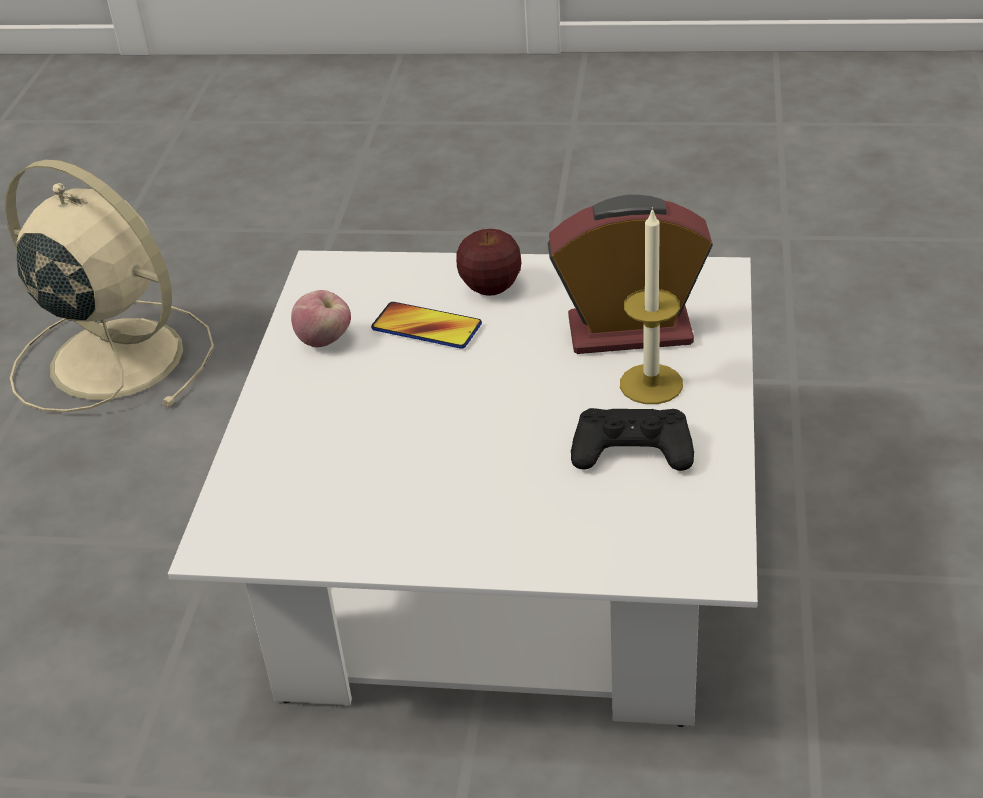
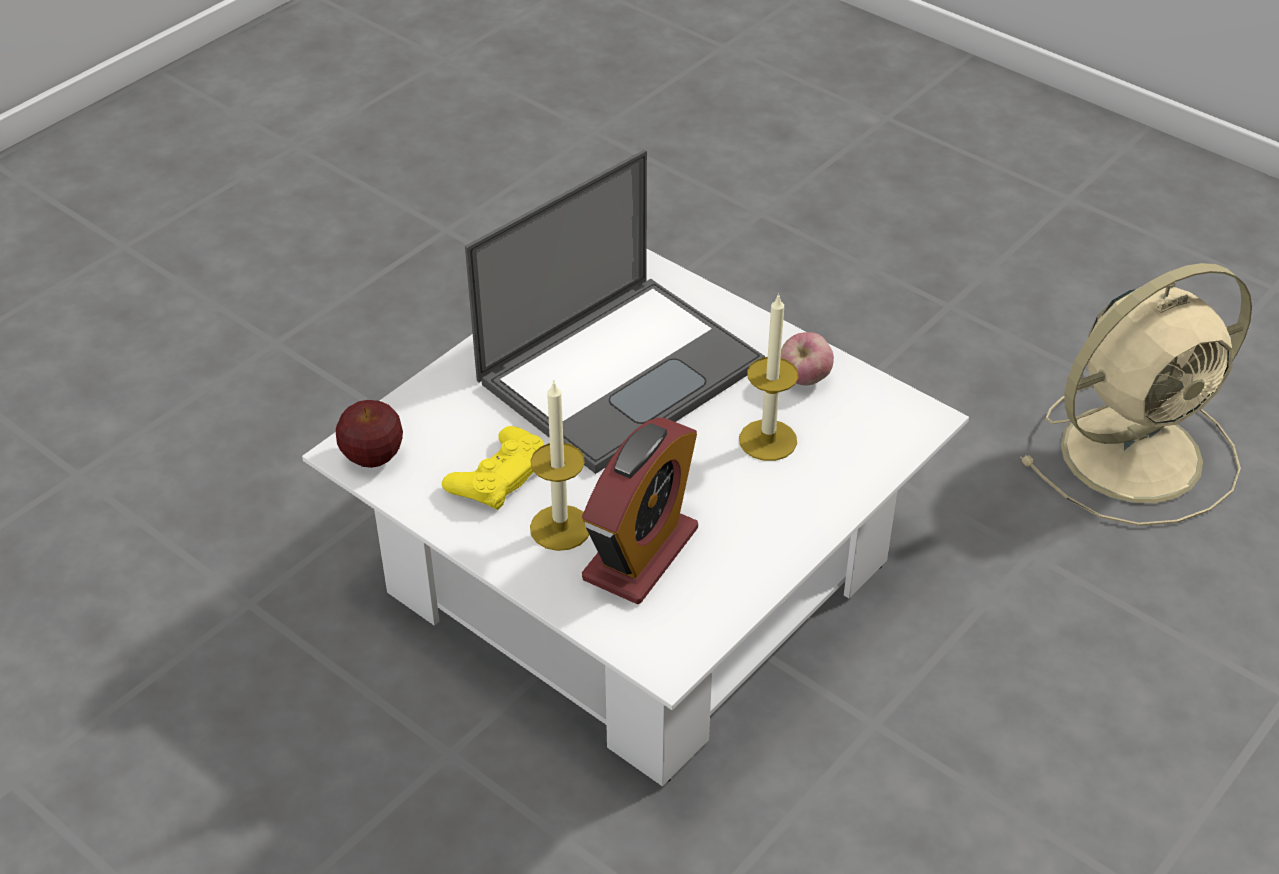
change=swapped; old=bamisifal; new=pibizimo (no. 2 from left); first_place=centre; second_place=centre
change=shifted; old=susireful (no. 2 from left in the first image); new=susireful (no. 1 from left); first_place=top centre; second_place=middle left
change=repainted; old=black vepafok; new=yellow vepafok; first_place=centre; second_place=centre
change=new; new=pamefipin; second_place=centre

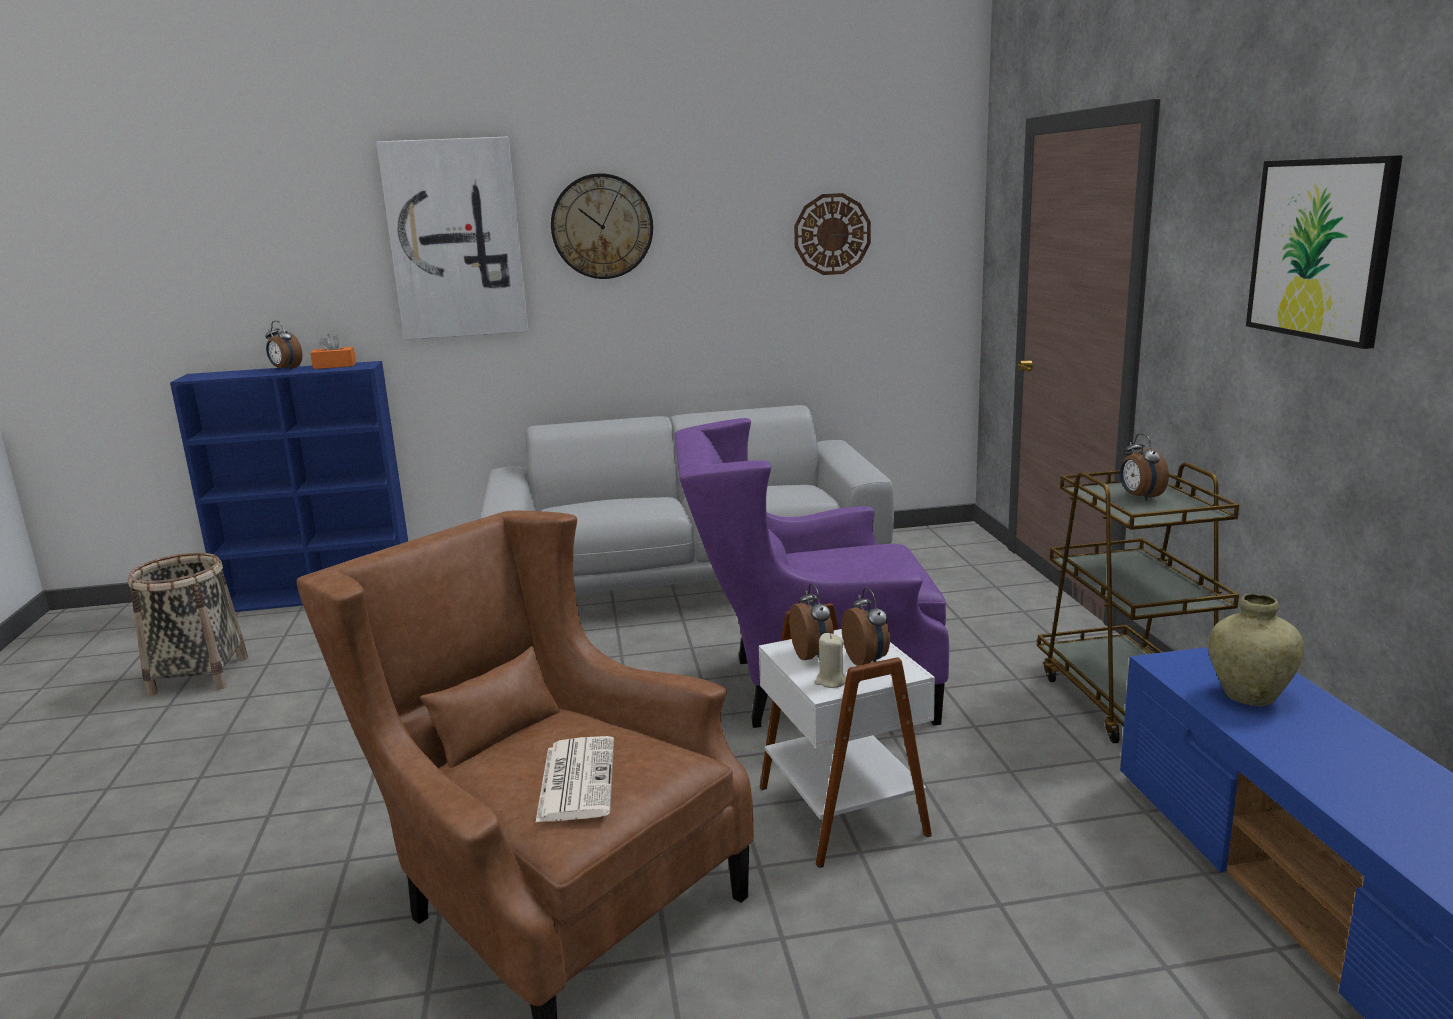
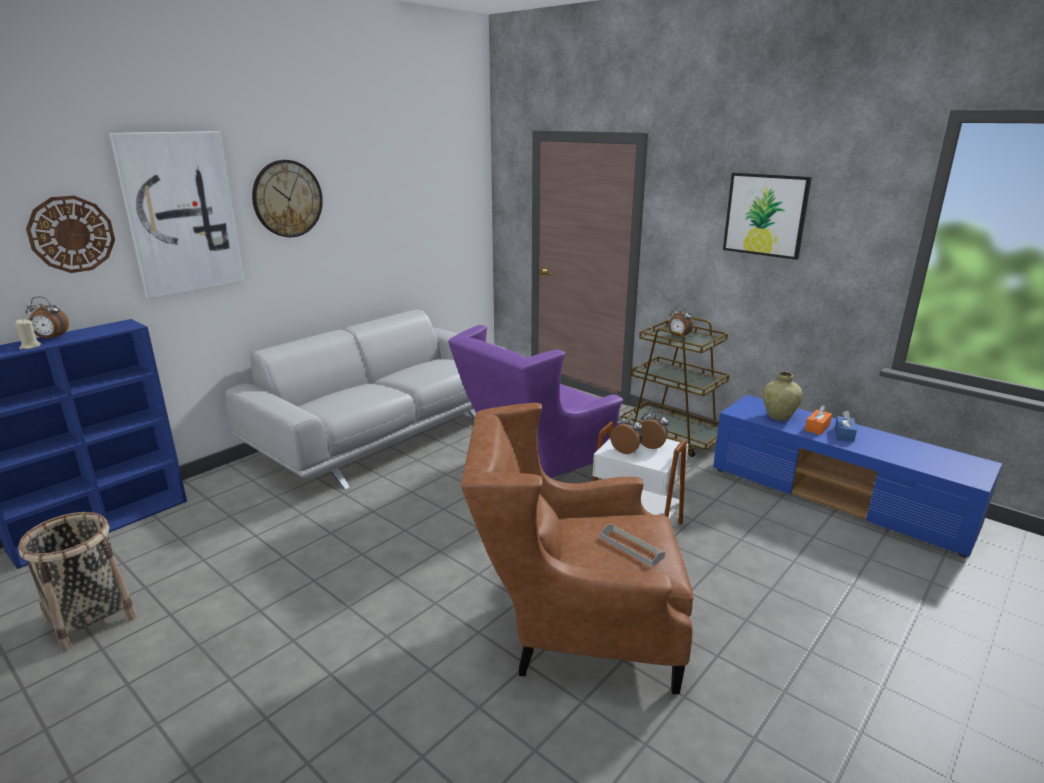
change=shifted; old=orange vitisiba; first_place=middle left; second_place=middle right
change=swapped; old=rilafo; new=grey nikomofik; first_place=bottom centre; second_place=bottom centre
change=shifted; old=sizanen (no. 2 from left in the first image); new=sizanen (no. 1 from left); first_place=top centre; second_place=top left
change=shifted; old=beige pibizimo; first_place=centre; second_place=middle left
change=new; new=blue vitisiba; second_place=middle right

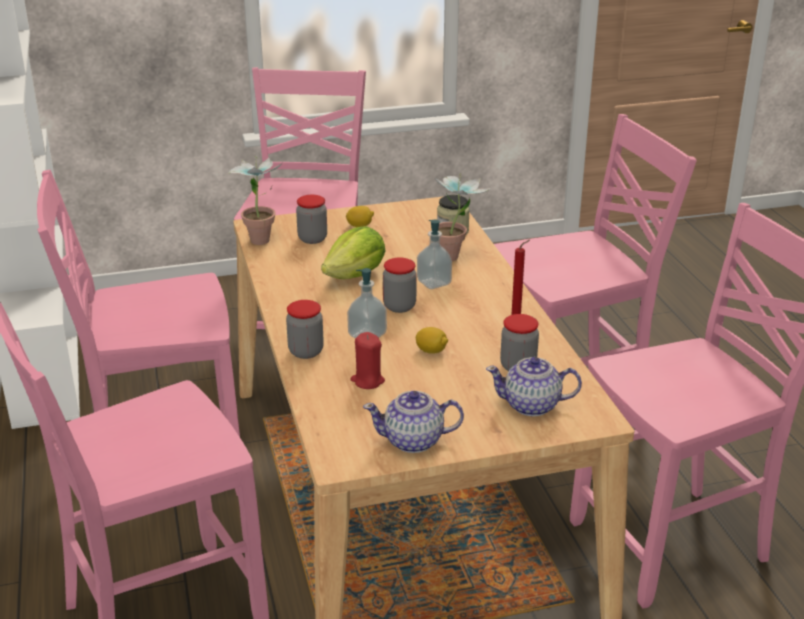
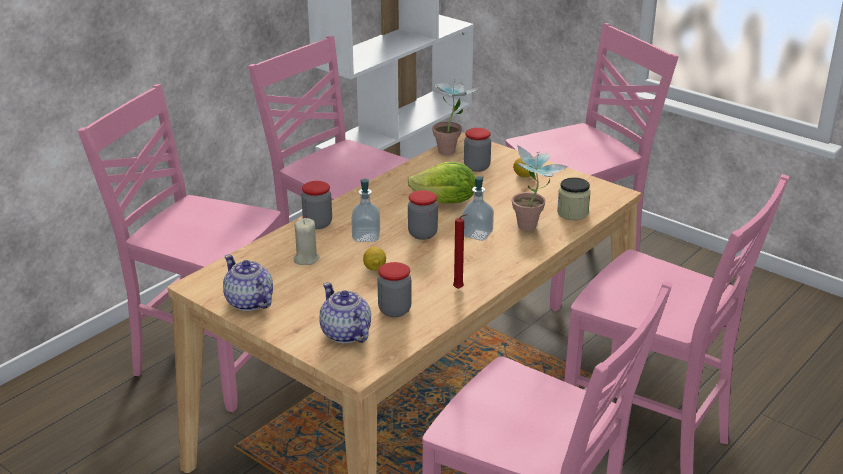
change=repainted; old=red pibizimo (no. 1 from left); new=beige pibizimo; first_place=centre; second_place=centre

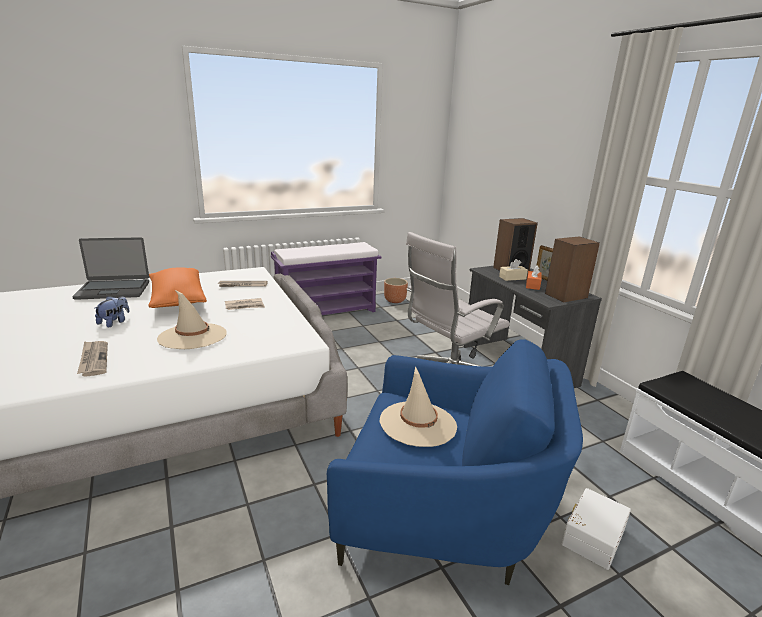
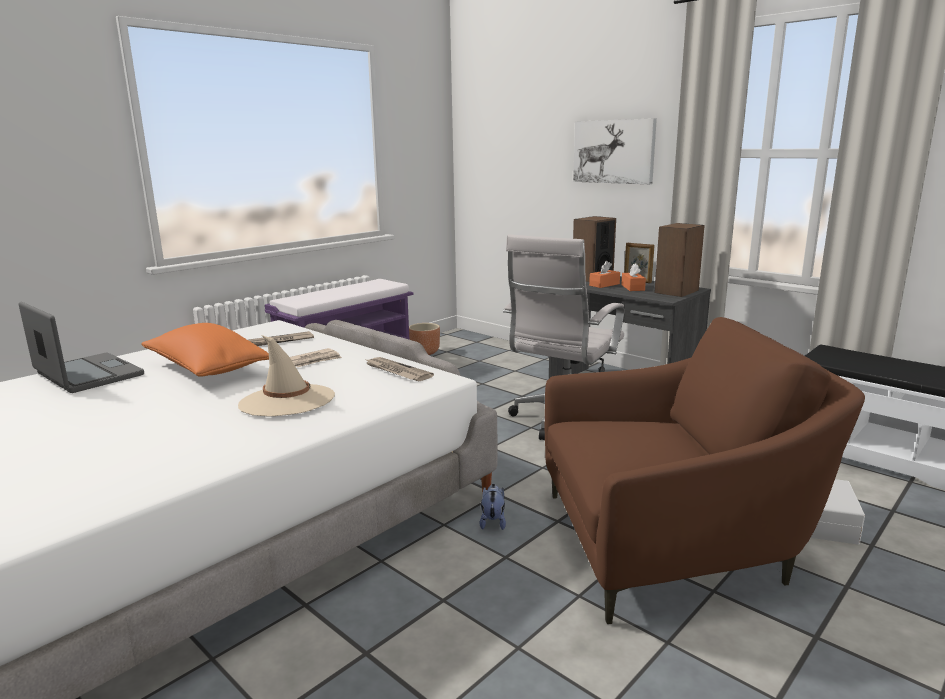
change=rotated; old=pamefipin; first_place=middle left; second_place=middle left; degrees=-105
change=shifted; old=rilafo (no. 1 from left in the first image); new=rilafo (no. 3 from left); first_place=middle left; second_place=centre
change=shifted; old=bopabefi; first_place=middle left; second_place=bottom centre
change=repainted; old=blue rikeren; new=brown rikeren; first_place=bottom centre; second_place=bottom right
change=gone; old=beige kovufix (no. 2 from left); first_place=centre
change=repainted; old=beige vitisiba; new=orange vitisiba (no. 1 from left); first_place=middle right; second_place=centre
change=new; new=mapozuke; second_place=top centre

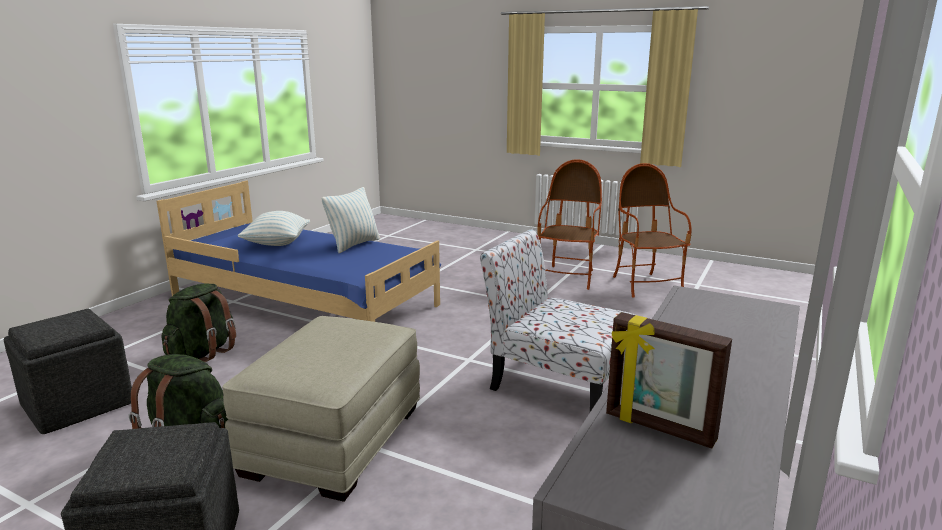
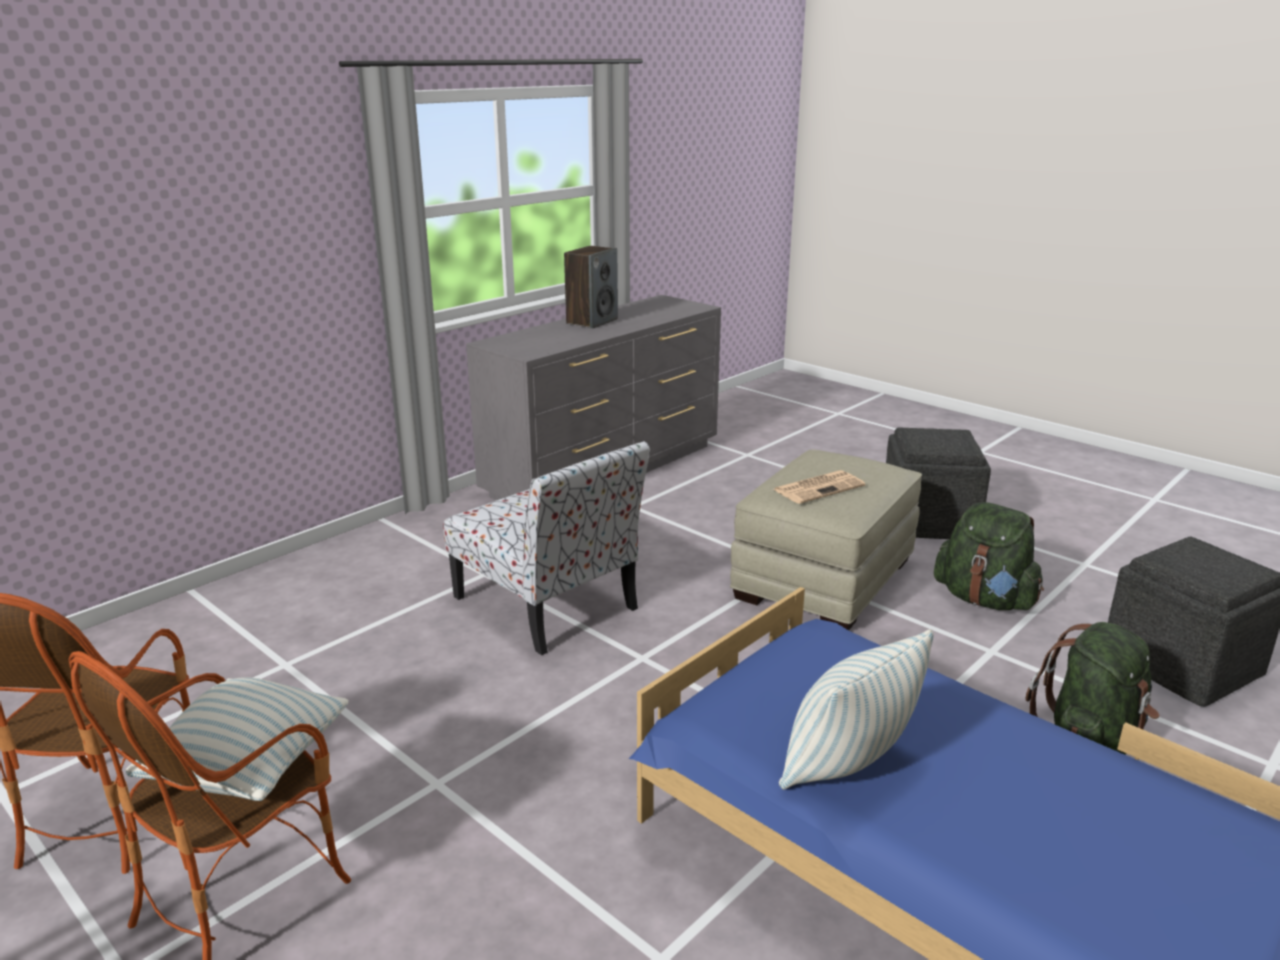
change=shifted; old=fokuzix (no. 1 from left); first_place=middle left; second_place=bottom left
change=gone; old=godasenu; first_place=bottom right
change=new; new=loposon; second_place=top centre
change=new; new=rilafo; second_place=centre

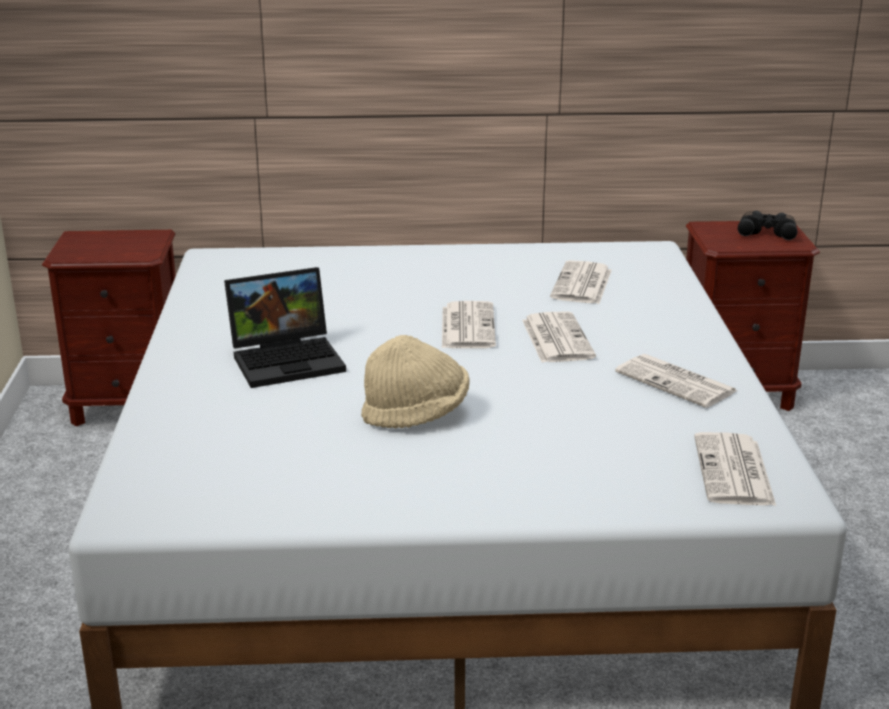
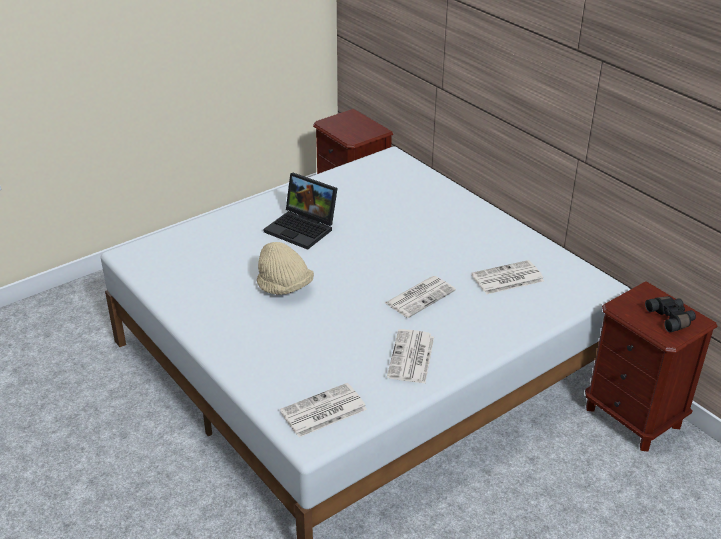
change=gone; old=rilafo (no. 1 from left); first_place=centre

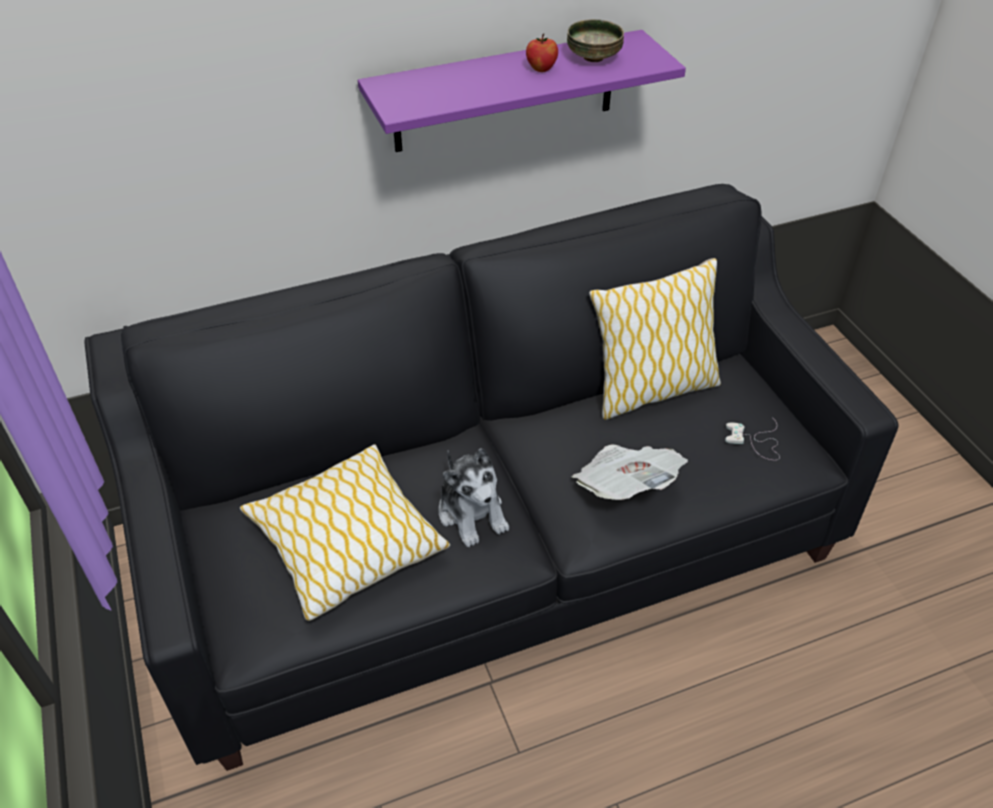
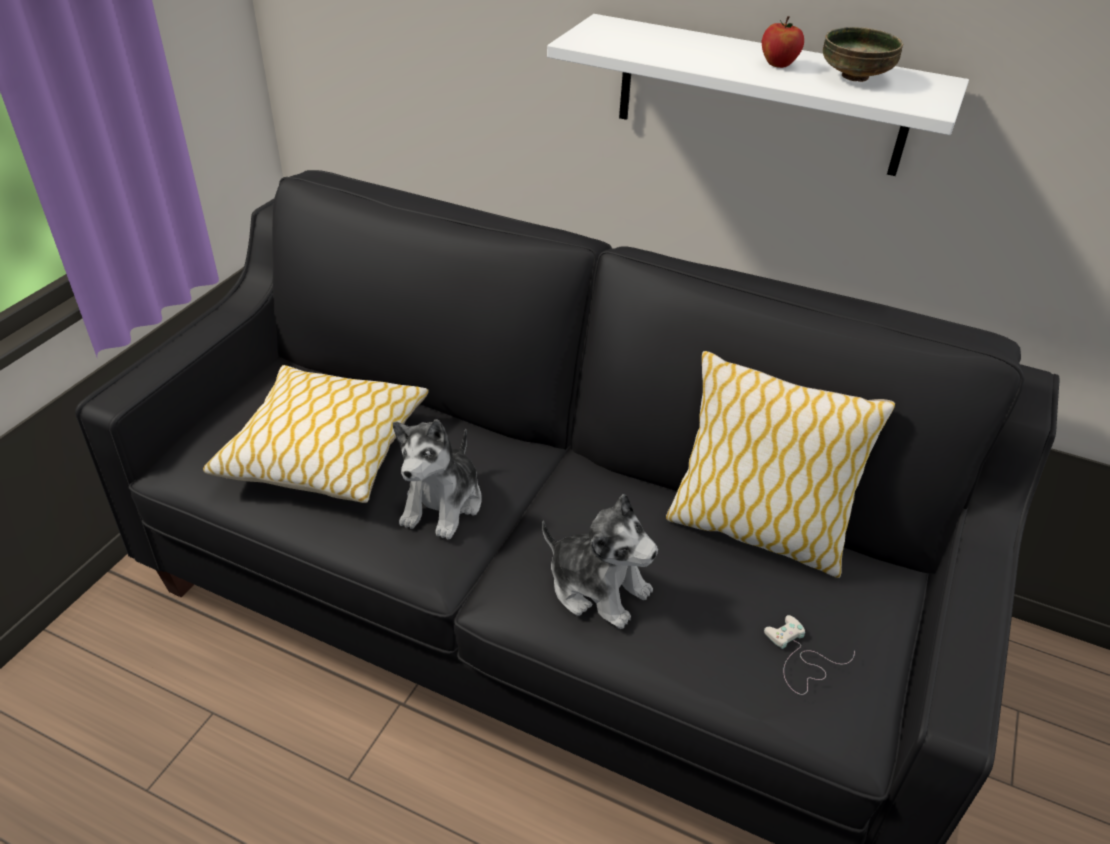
change=repainted; old=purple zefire; new=white zefire; first_place=top centre; second_place=top right
change=swapped; old=rilafo; new=bopabefi (no. 2 from left); first_place=centre; second_place=centre

